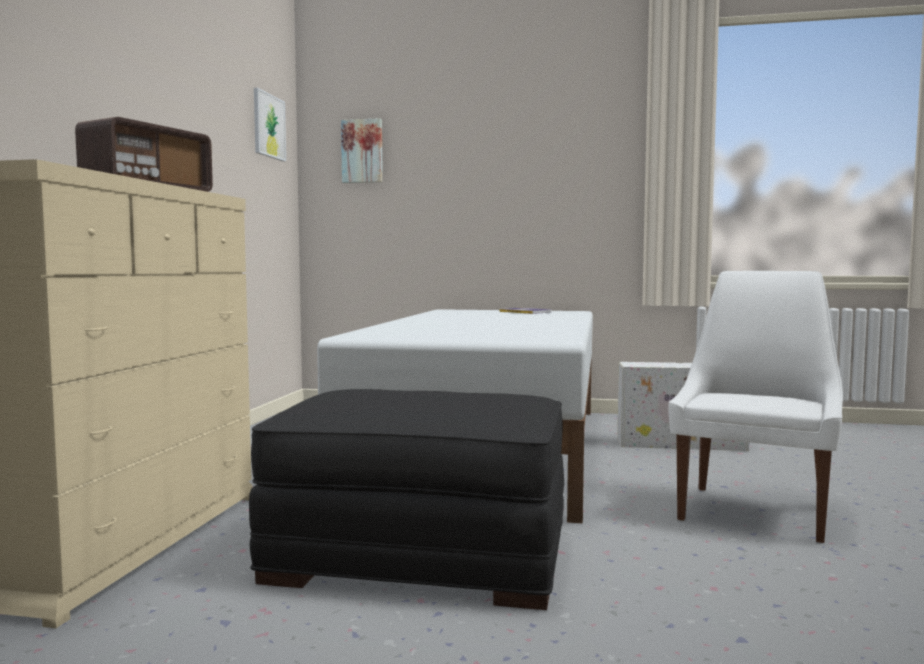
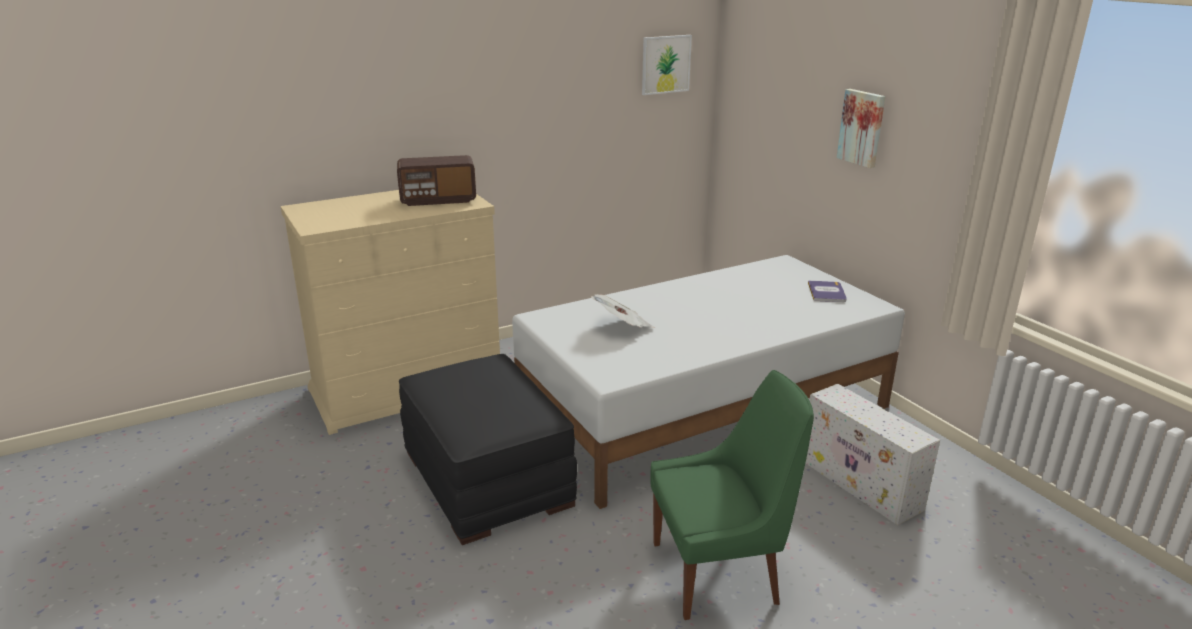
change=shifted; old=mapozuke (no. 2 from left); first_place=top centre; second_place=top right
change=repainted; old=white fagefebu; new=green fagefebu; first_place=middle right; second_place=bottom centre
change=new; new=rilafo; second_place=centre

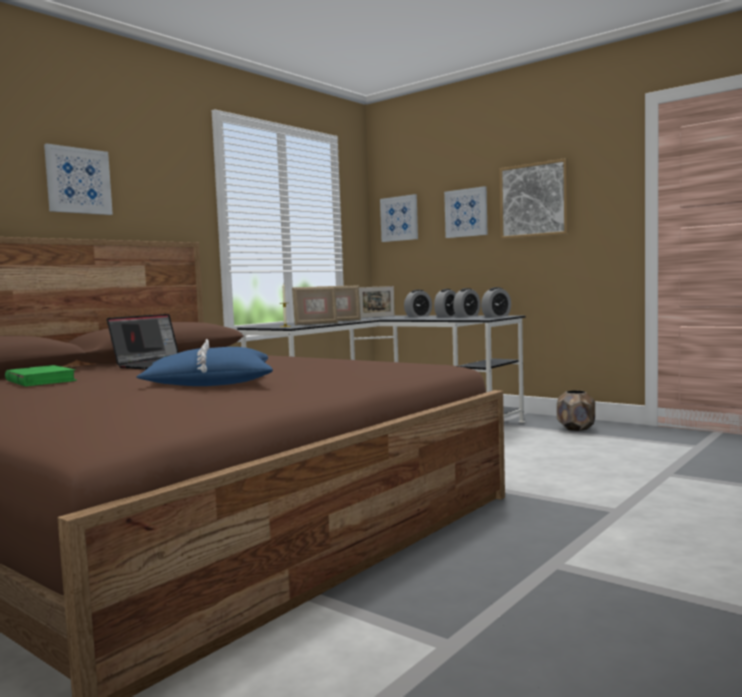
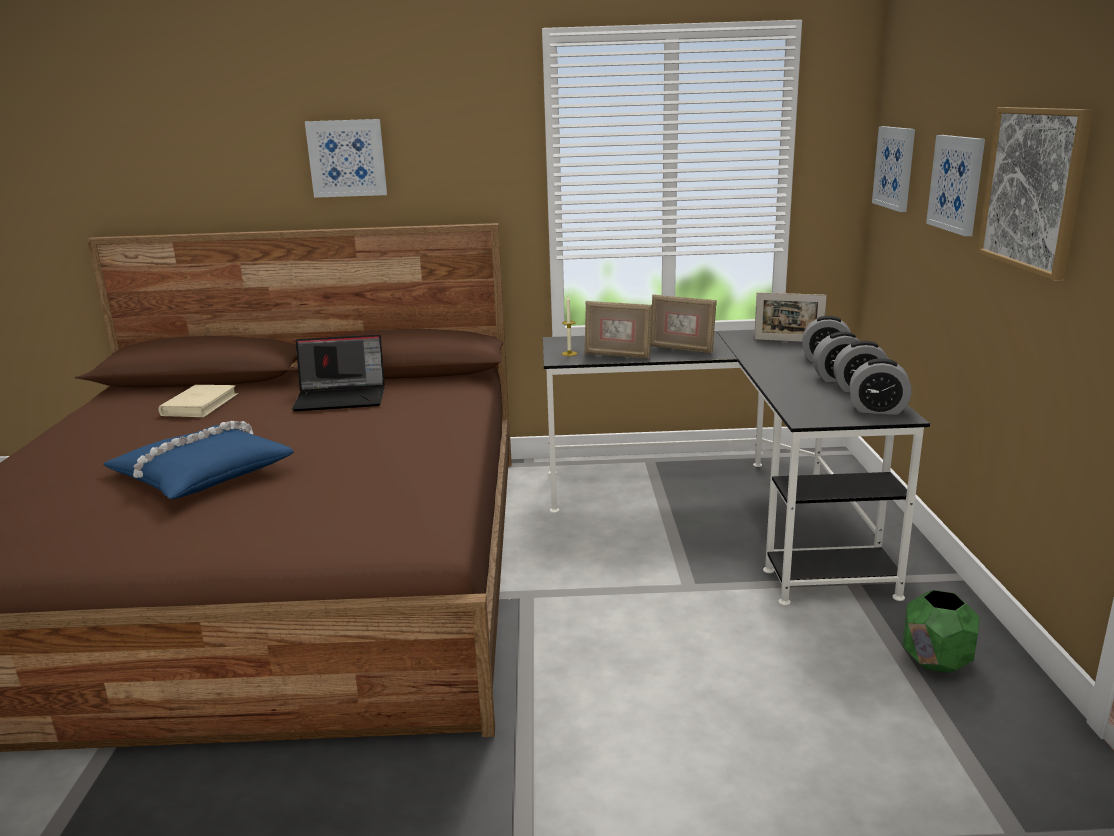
change=repainted; old=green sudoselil; new=beige sudoselil; first_place=middle left; second_place=middle left
change=repainted; old=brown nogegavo; new=green nogegavo; first_place=middle right; second_place=bottom right

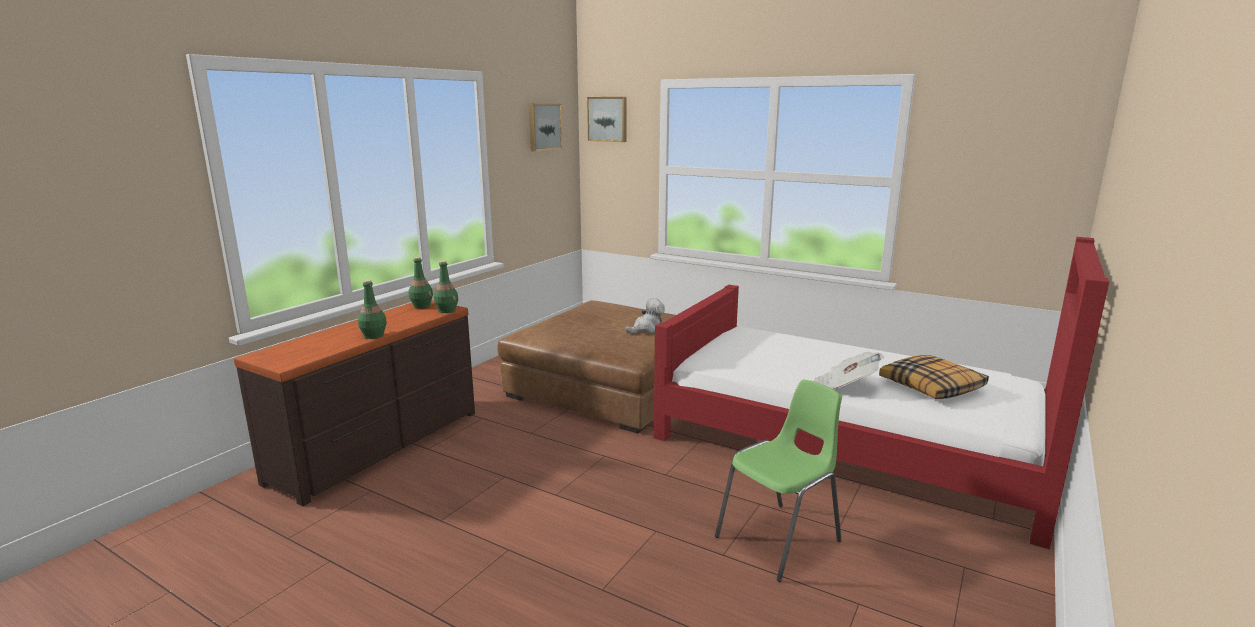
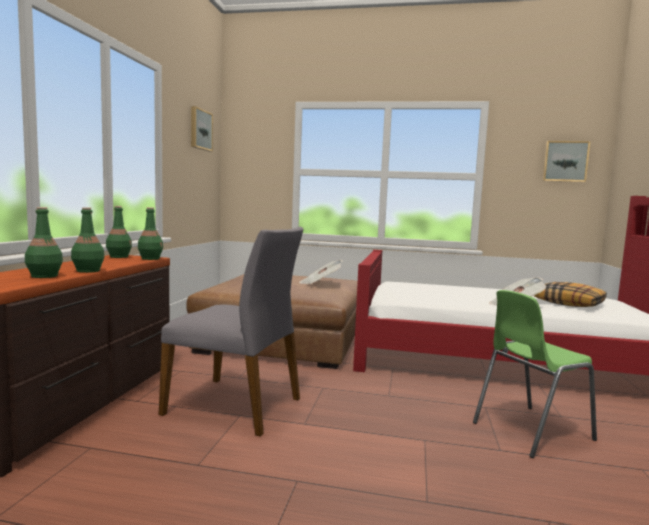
change=shifted; old=mapozuke (no. 2 from left); first_place=top centre; second_place=top right
change=swapped; old=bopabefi; new=rilafo (no. 1 from left); first_place=centre; second_place=centre
change=rotated; old=green fagefebu; first_place=bottom centre; second_place=bottom right; degrees=-150
change=new; new=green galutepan (no. 1 from left); second_place=middle left
change=new; new=grey fagefebu; second_place=centre

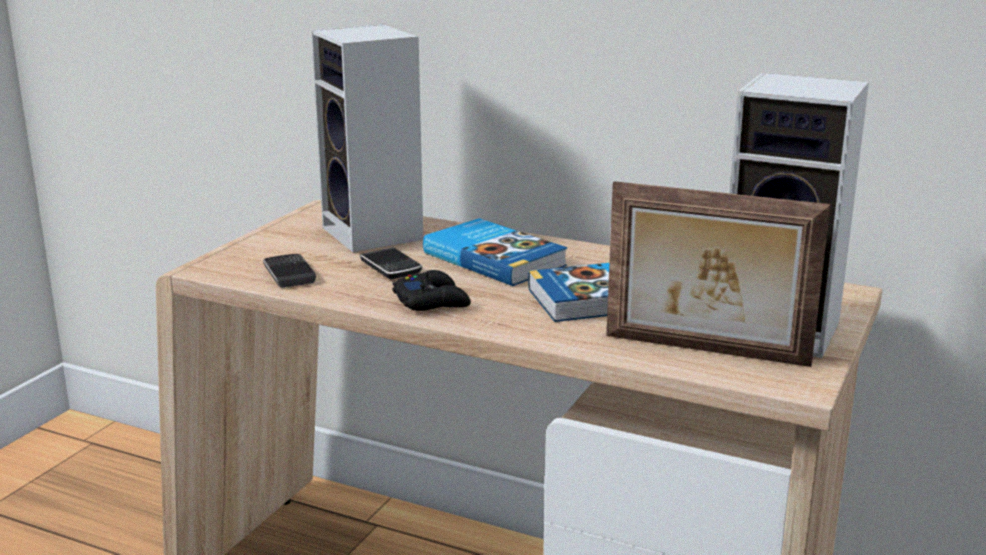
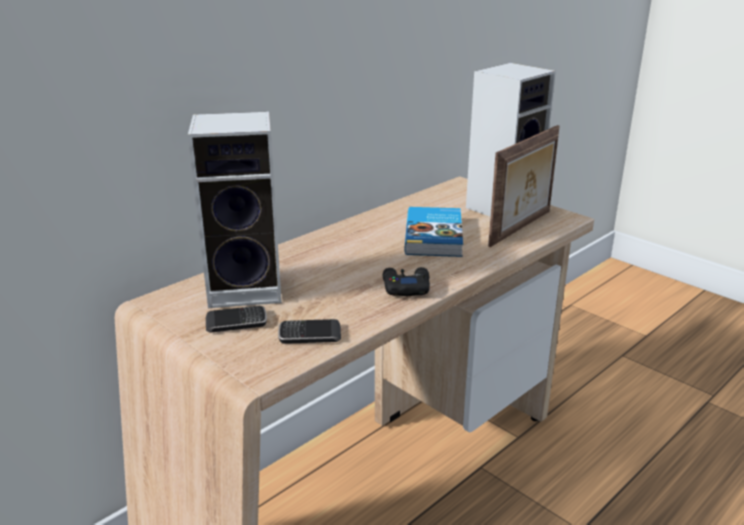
change=shifted; old=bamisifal (no. 2 from left in the first image); new=bamisifal (no. 1 from left); first_place=centre; second_place=middle left
change=gone; old=sudoselil (no. 1 from left); first_place=centre

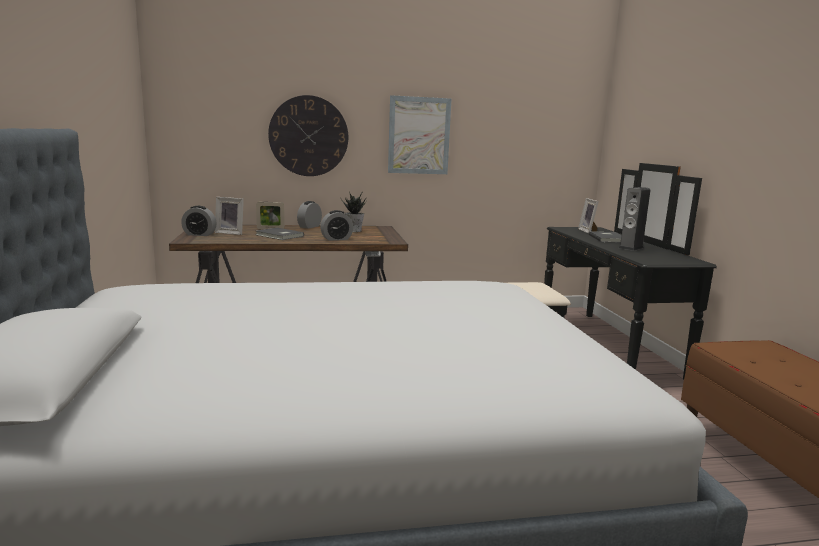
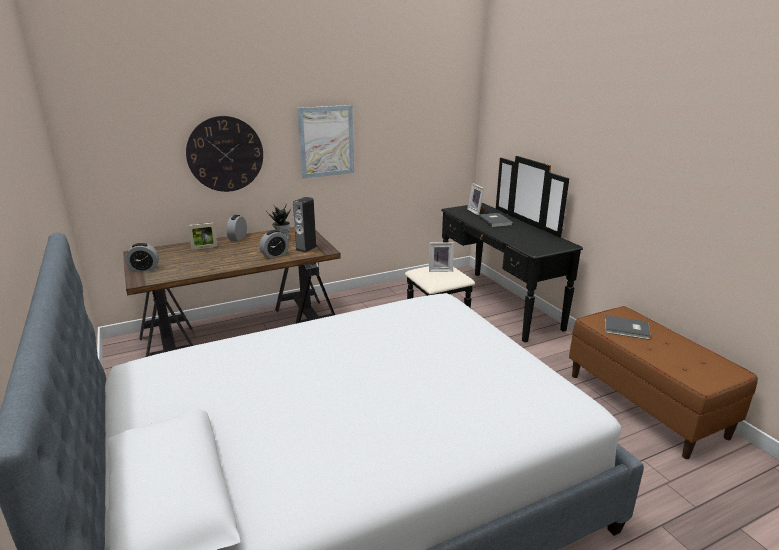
change=shifted; old=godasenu (no. 1 from left in the first image); new=godasenu (no. 2 from left); first_place=middle left; second_place=centre
change=shifted; old=grey sudoselil (no. 1 from left in the first image); new=grey sudoselil (no. 2 from left); first_place=centre; second_place=middle right
change=shifted; old=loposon; first_place=middle right; second_place=centre

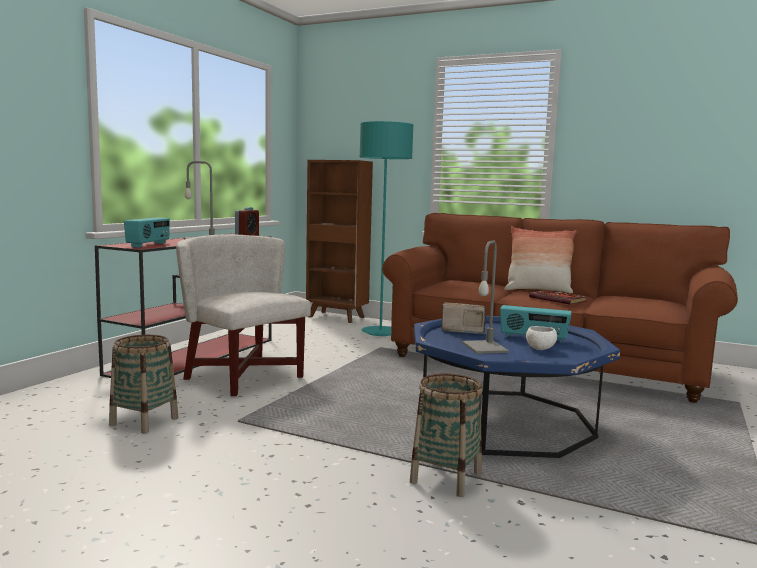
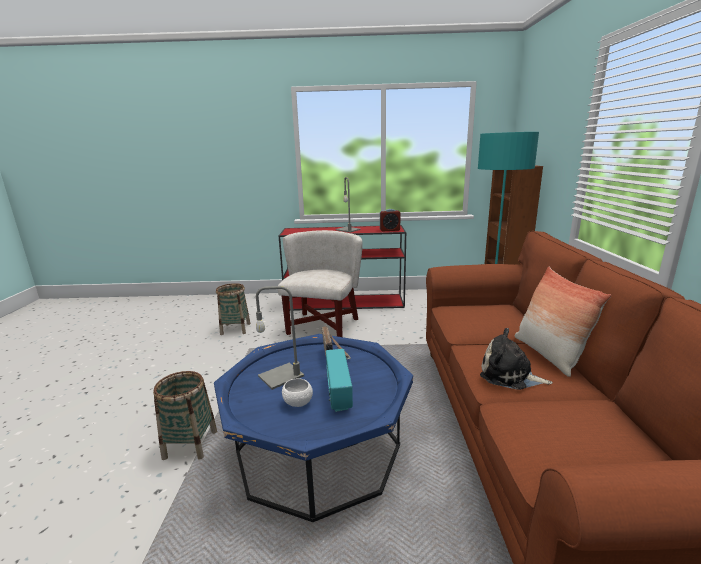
change=gone; old=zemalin (no. 1 from left); first_place=middle left
change=swapped; old=sudoselil; new=bopabefi; first_place=middle right; second_place=middle right

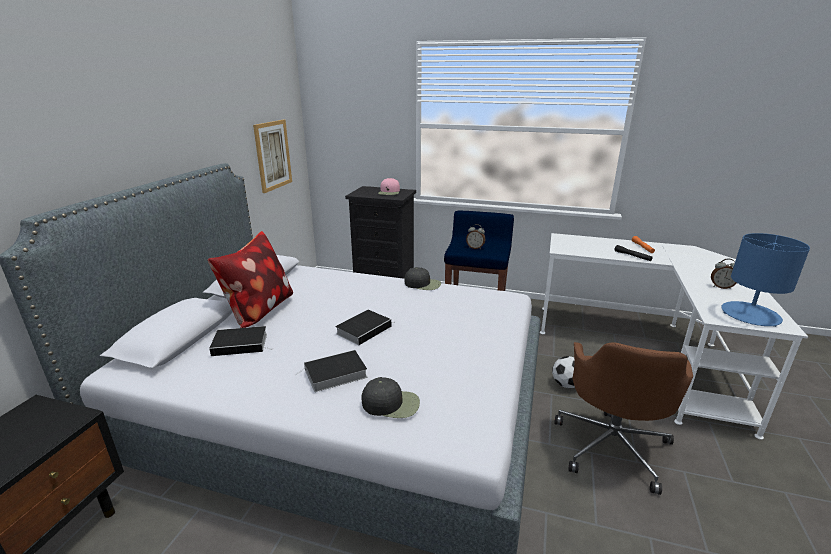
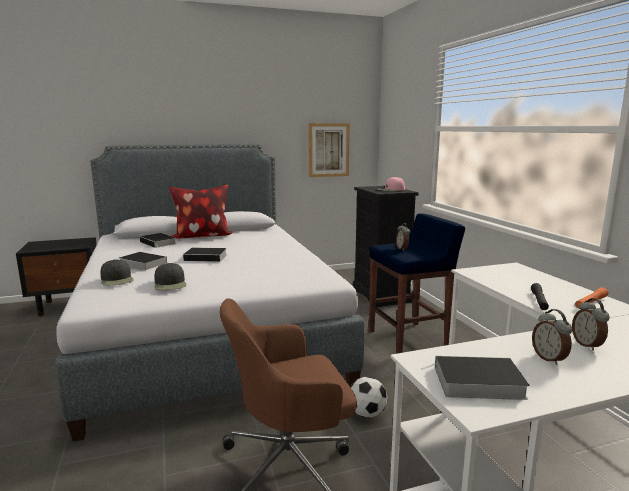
change=shifted; old=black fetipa (no. 2 from left); first_place=centre; second_place=middle left
change=swapped; old=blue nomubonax; new=sudoselil (no. 4 from left); first_place=middle right; second_place=bottom right
change=new; new=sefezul (no. 3 from left); second_place=middle right

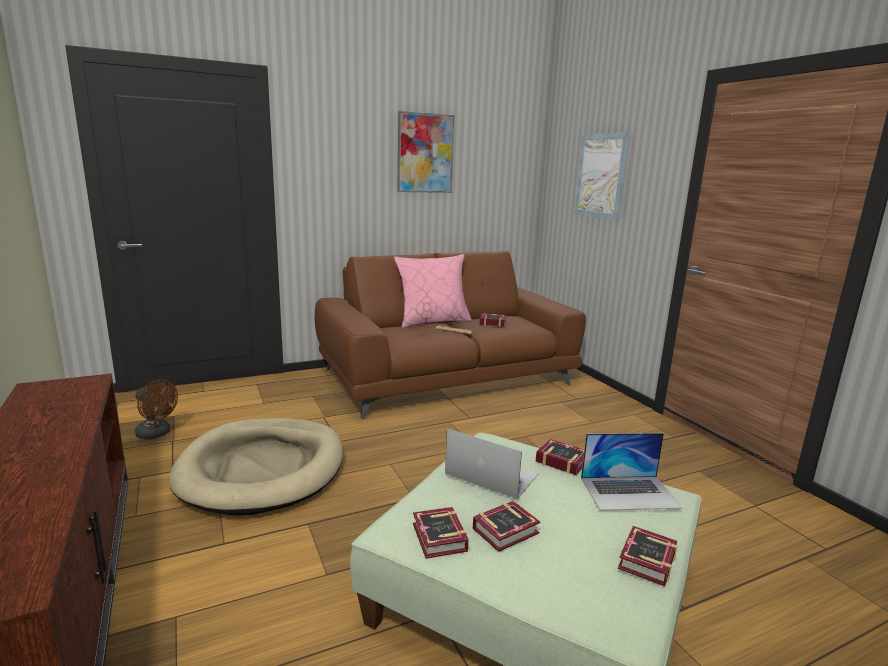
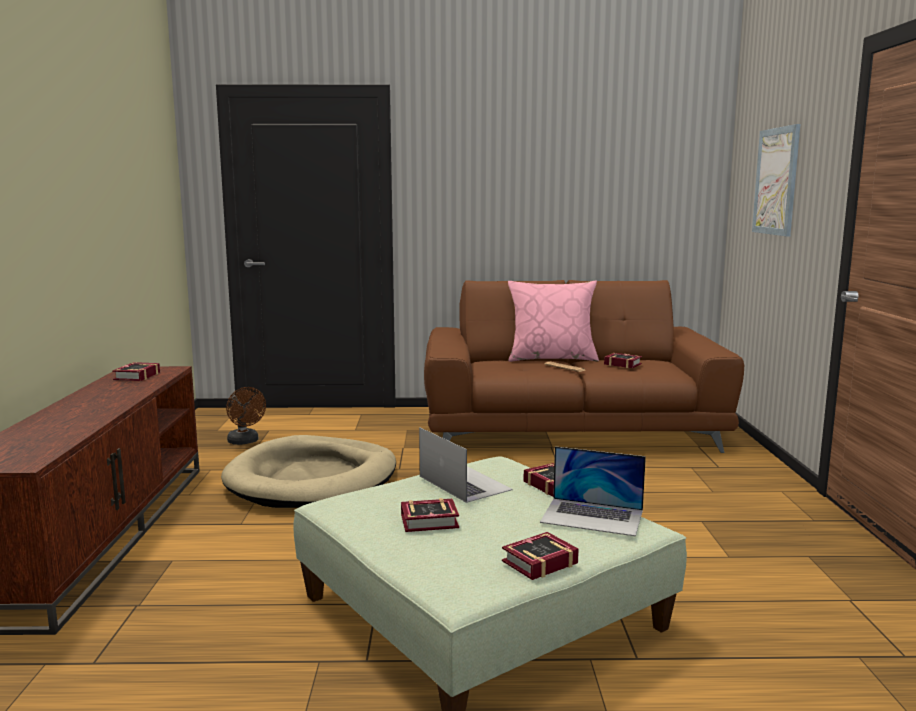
change=gone; old=mapozuke (no. 1 from left); first_place=top centre
change=shifted; old=sudoselil (no. 1 from left); first_place=bottom centre; second_place=middle left

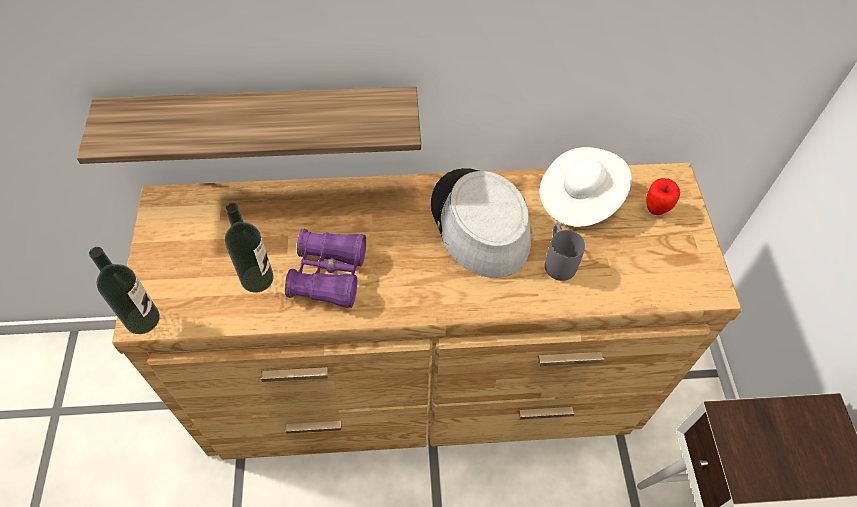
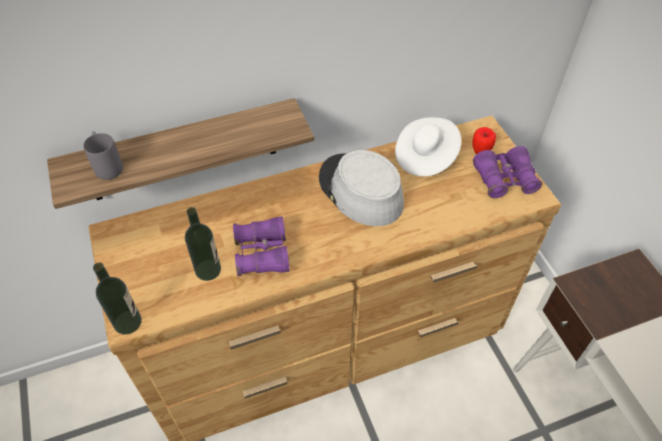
change=shifted; old=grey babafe; first_place=centre; second_place=middle left
change=new; new=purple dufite (no. 2 from left); second_place=middle right

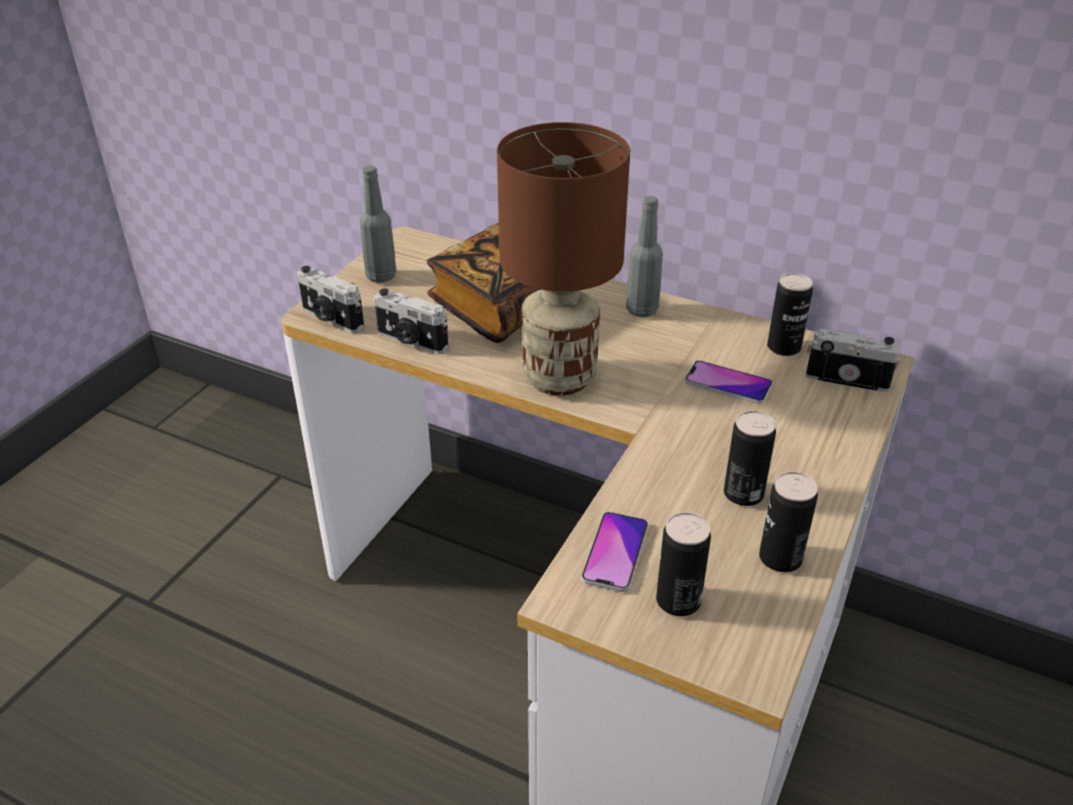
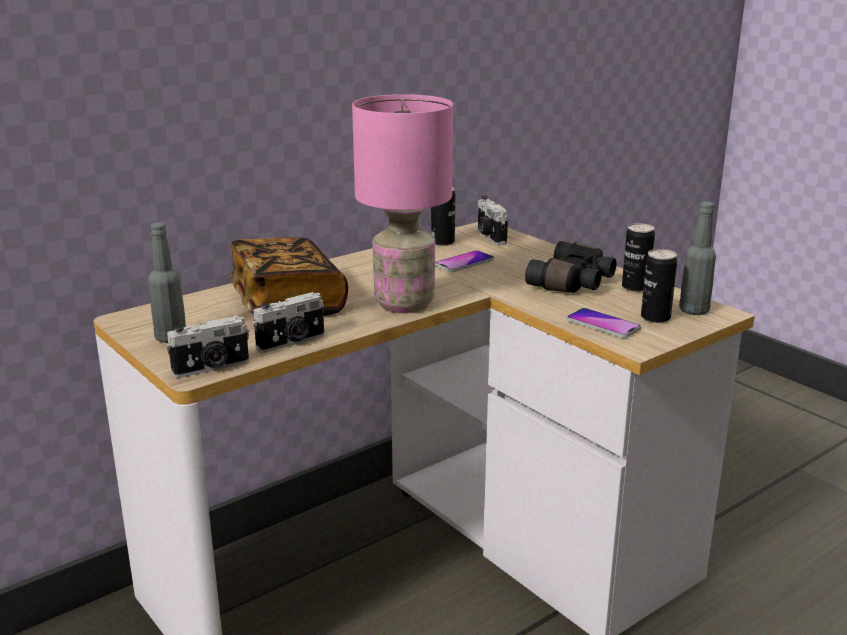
change=repainted; old=brown nomubonax; new=pink nomubonax; first_place=top centre; second_place=top centre
change=shifted; old=grey galutepan (no. 2 from left); first_place=top centre; second_place=middle right
change=swapped; old=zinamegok (no. 2 from left); new=black dufite; first_place=middle right; second_place=middle right
change=rotated; old=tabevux (no. 3 from left); first_place=middle right; second_place=centre; degrees=-60

